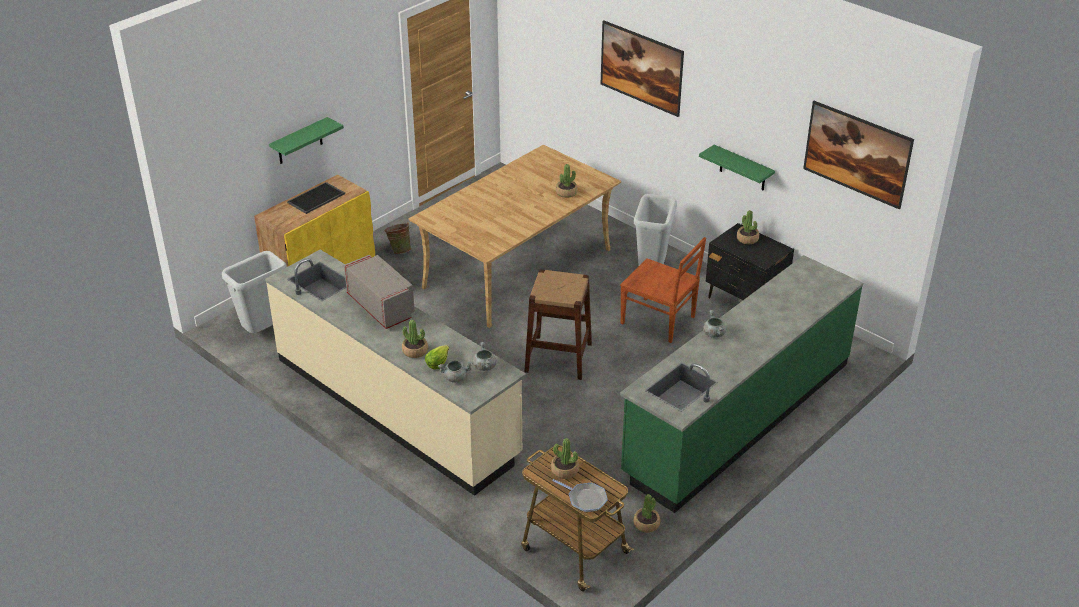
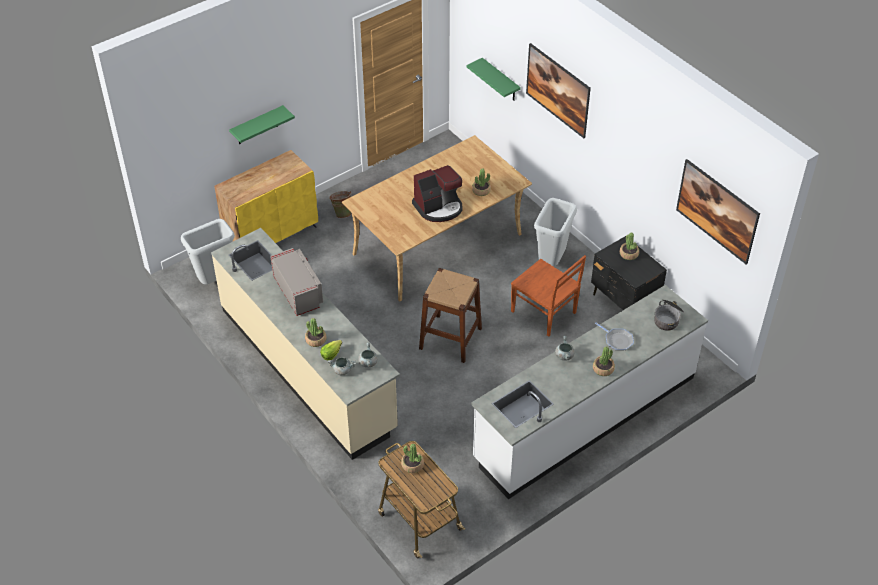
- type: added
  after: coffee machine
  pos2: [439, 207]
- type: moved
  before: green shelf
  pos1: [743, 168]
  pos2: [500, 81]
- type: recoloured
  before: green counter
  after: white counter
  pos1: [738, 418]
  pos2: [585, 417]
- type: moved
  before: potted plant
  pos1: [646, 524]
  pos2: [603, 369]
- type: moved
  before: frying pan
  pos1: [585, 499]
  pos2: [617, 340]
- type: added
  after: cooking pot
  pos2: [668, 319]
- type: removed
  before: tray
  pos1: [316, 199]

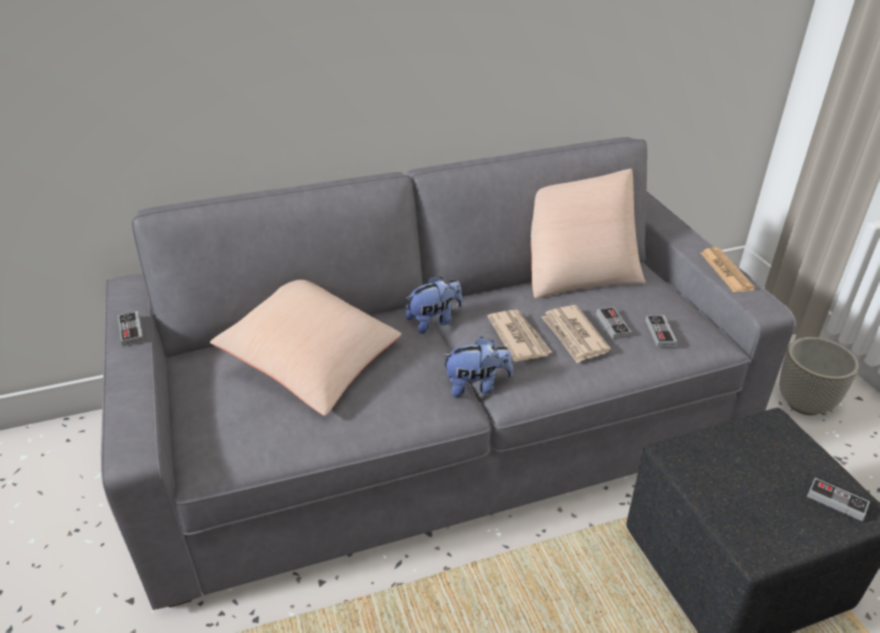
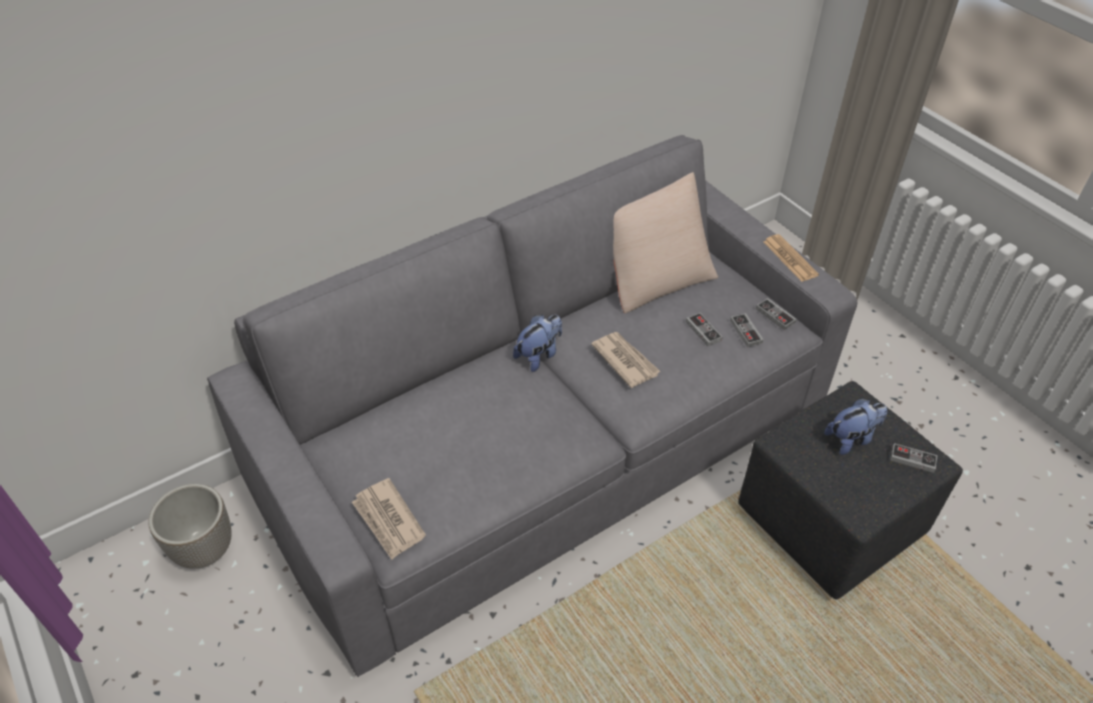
- type: moved
  before: planter
  pos1: [805, 404]
  pos2: [205, 551]
- type: moved
  before: newspaper
  pos1: [574, 336]
  pos2: [388, 521]
- type: moved
  before: game controller
  pos1: [131, 330]
  pos2: [775, 316]
- type: moved
  before: plush toy
  pos1: [476, 386]
  pos2: [851, 439]
- type: removed
  before: beige pillow
  pos1: [312, 360]

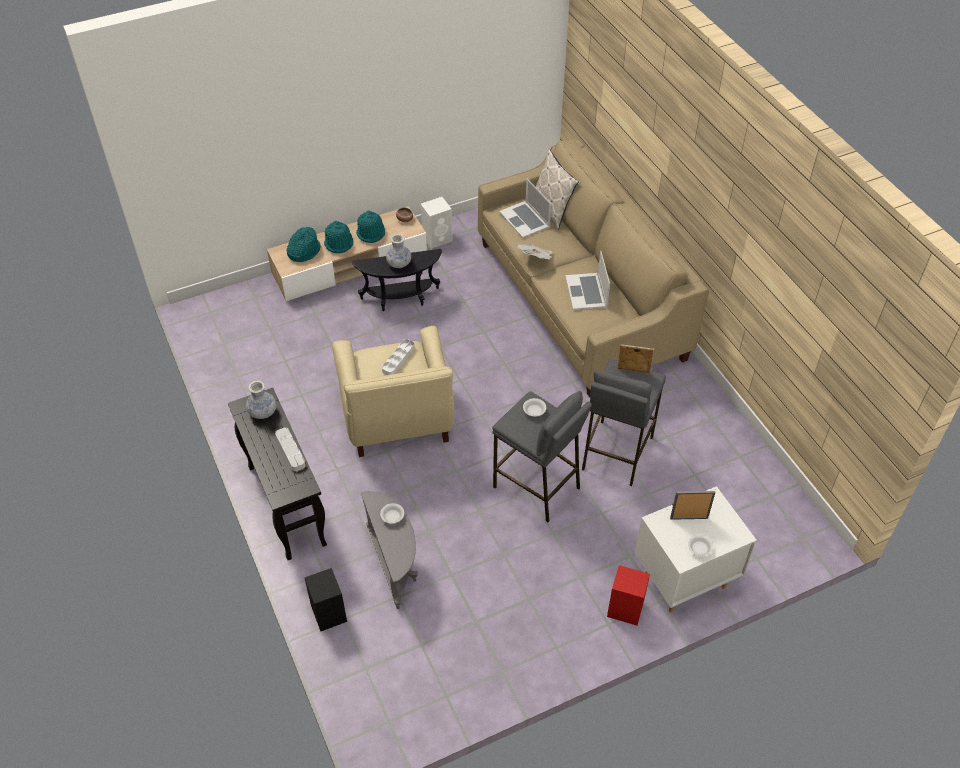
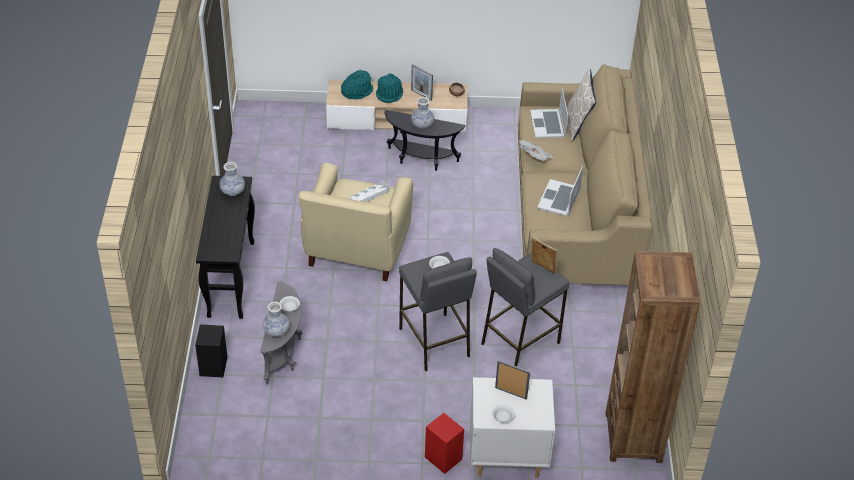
- type: added
  after: vase
  pos2: [276, 331]
- type: replaced
  before: turquoise hat
  after: picture frame
  pos1: [371, 232]
  pos2: [421, 95]
- type: added
  after: brown bookcase
  pos2: [633, 437]
- type: removed
  before: grey tray
  pos1: [290, 451]
- type: removed
  before: white speaker
  pos1: [438, 238]

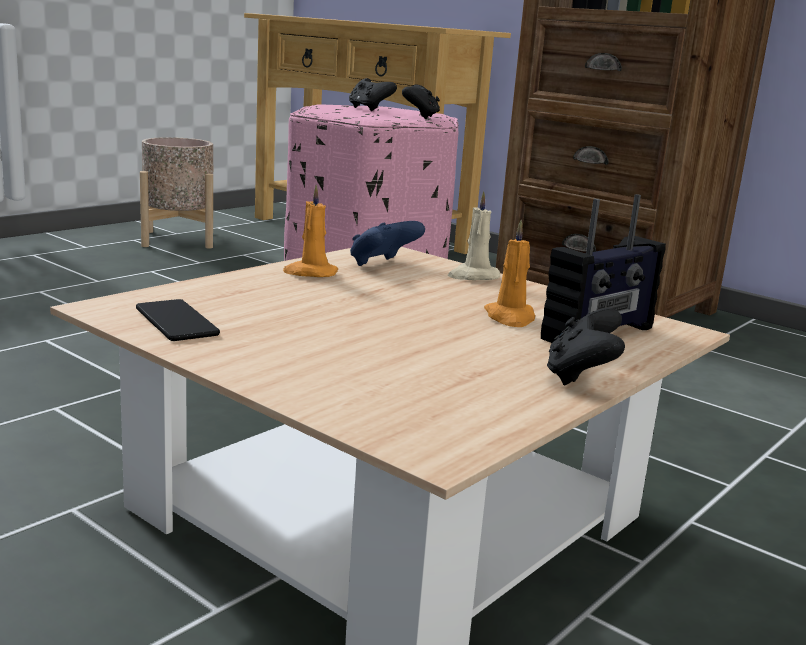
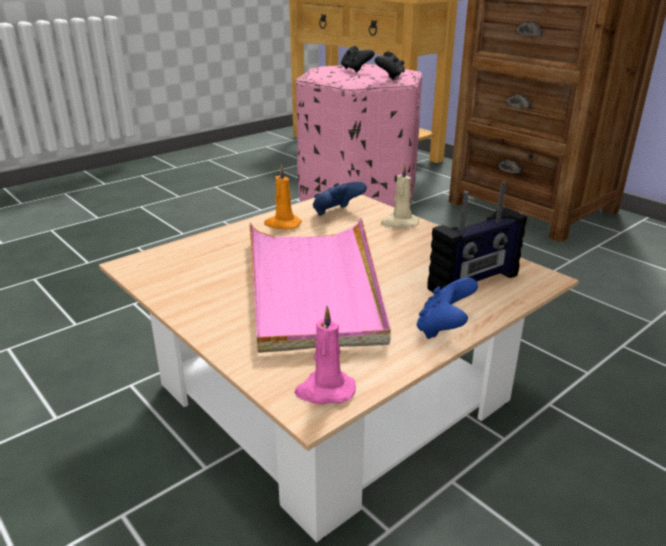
- type: added
  after: pink tray
  pos2: [314, 286]
- type: added
  after: pink candle
  pos2: [324, 390]
- type: recoloured
  before: black game controller
  after: blue game controller
  pos1: [580, 376]
  pos2: [444, 329]
- type: removed
  before: phone
  pos1: [176, 322]
- type: removed
  before: beige planter
  pos1: [178, 239]
- type: removed
  before: orange candle
  pos1: [510, 318]

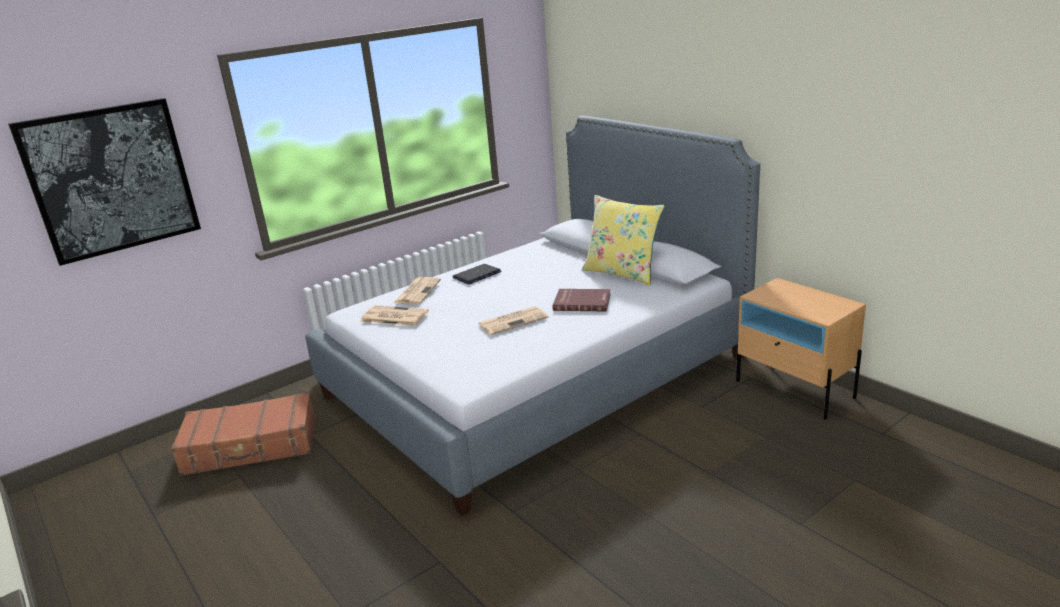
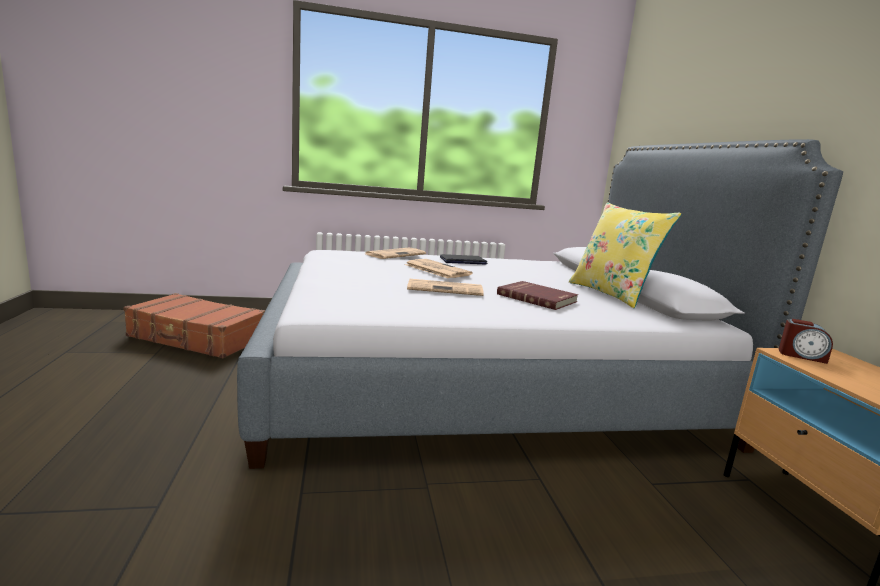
- type: moved
  before: newspaper
  pos1: [393, 316]
  pos2: [436, 269]
- type: added
  after: alarm clock
  pos2: [801, 356]
- type: removed
  before: picture
  pos1: [111, 180]

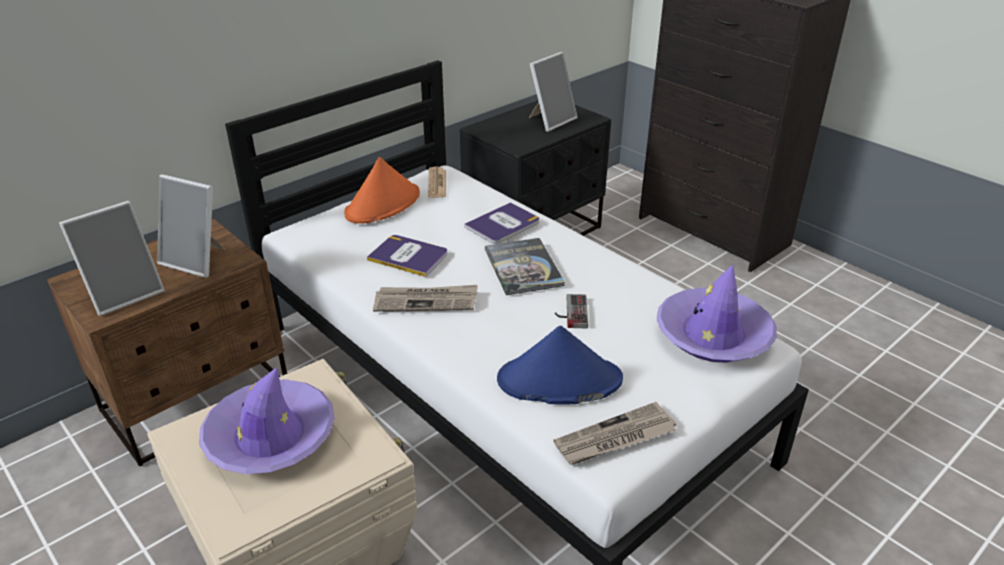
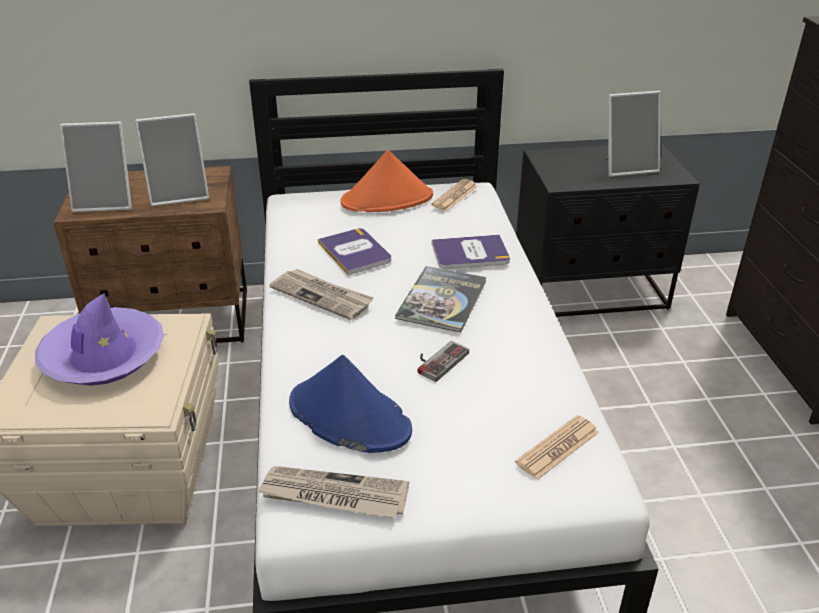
- type: turned
  before: picture frame
  pos1: [197, 260]
  pos2: [180, 194]
  turn: -75
- type: replaced
  before: purple hat
  after: newspaper
  pos1: [713, 335]
  pos2: [558, 448]

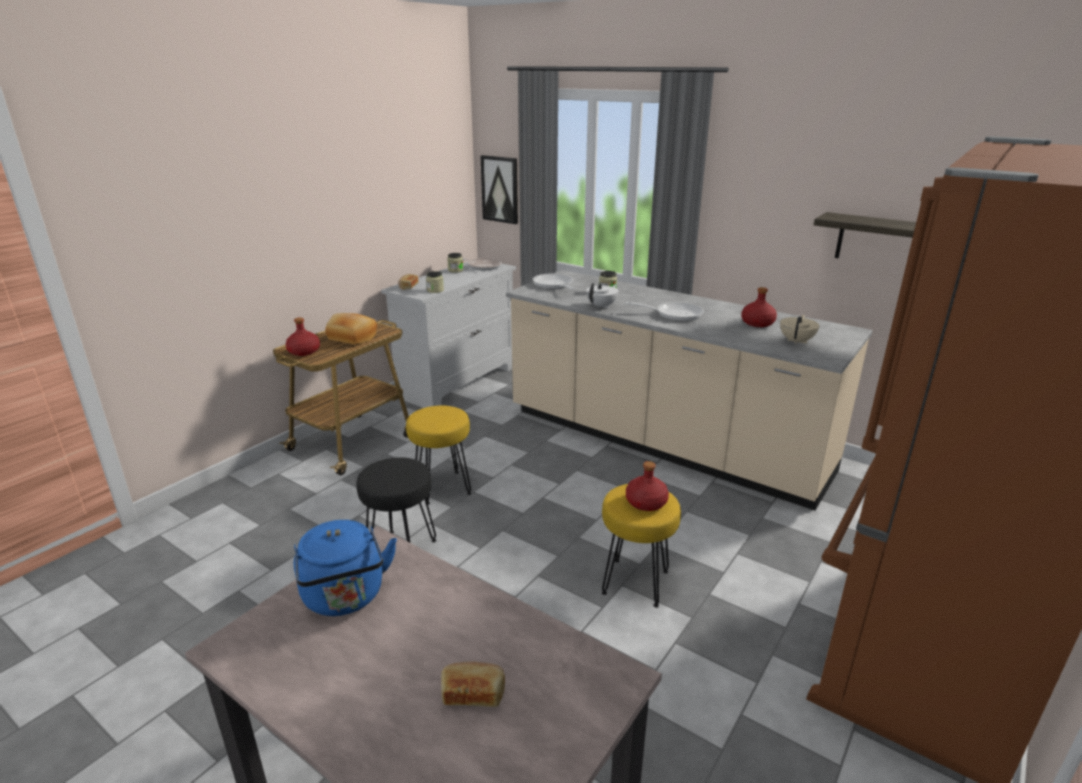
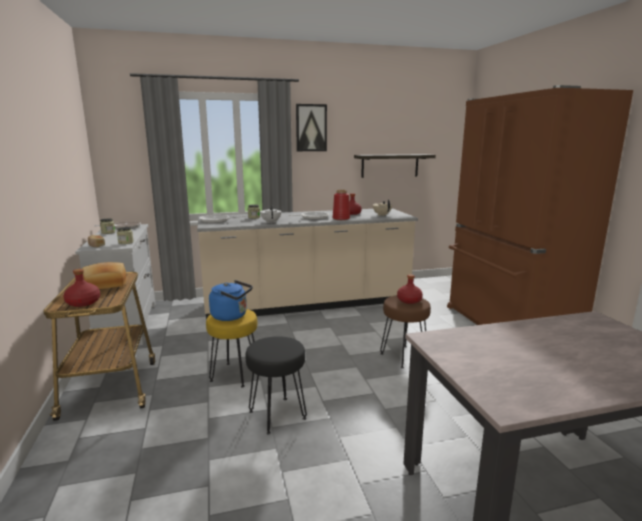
- type: moved
  before: blue kettle
  pos1: [345, 598]
  pos2: [231, 316]
- type: moved
  before: picture
  pos1: [500, 189]
  pos2: [311, 128]
- type: added
  after: red vase
  pos2: [341, 219]
- type: recoloured
  before: yellow stool
  after: brown stool
  pos1: [635, 581]
  pos2: [403, 356]
- type: removed
  before: bread
  pos1: [473, 693]

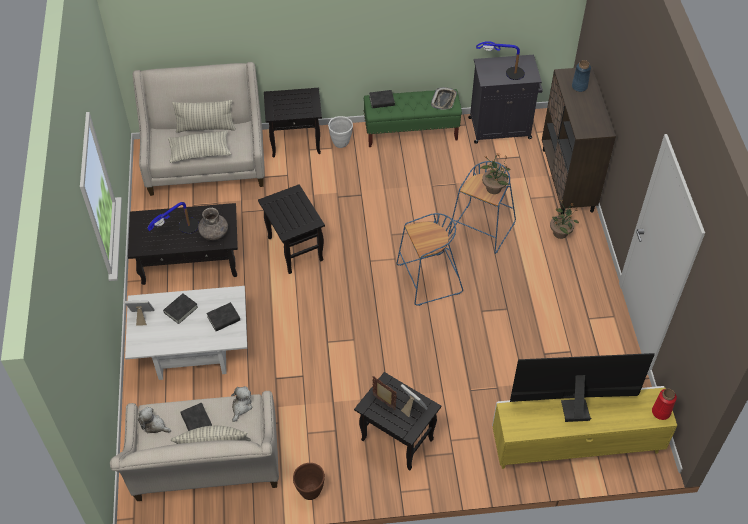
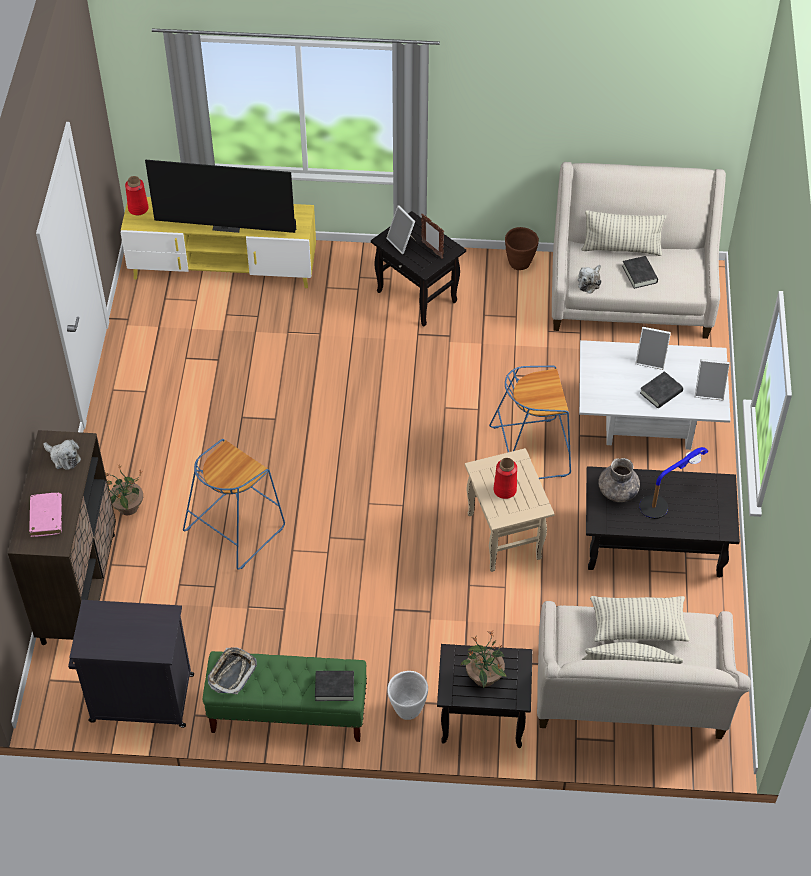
- type: replaced
  before: blue vase
  after: pink book
  pos1: [579, 87]
  pos2: [46, 518]
- type: moved
  before: plush toy
  pos1: [154, 425]
  pos2: [64, 458]
- type: moved
  before: potted plant
  pos1: [493, 188]
  pos2: [484, 677]
- type: recoloured
  before: black side table
  after: beige side table
  pos1: [294, 249]
  pos2: [505, 537]
- type: moved
  before: blue stool
  pos1: [428, 280]
  pos2: [531, 450]
- type: added
  after: red vase
  pos2: [505, 490]
- type: added
  after: picture frame
  pos2: [651, 359]
- type: removed
  before: black book
  pos1: [223, 319]
- type: removed
  before: table lamp
  pos1: [504, 72]

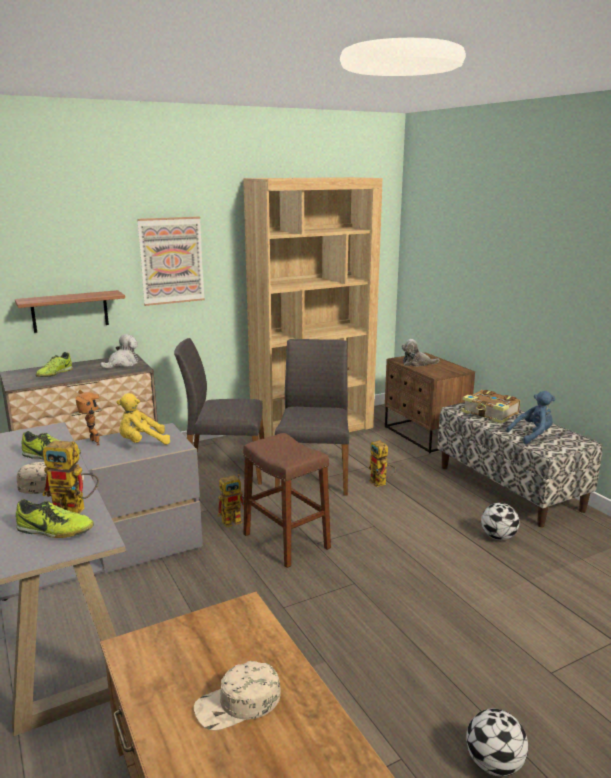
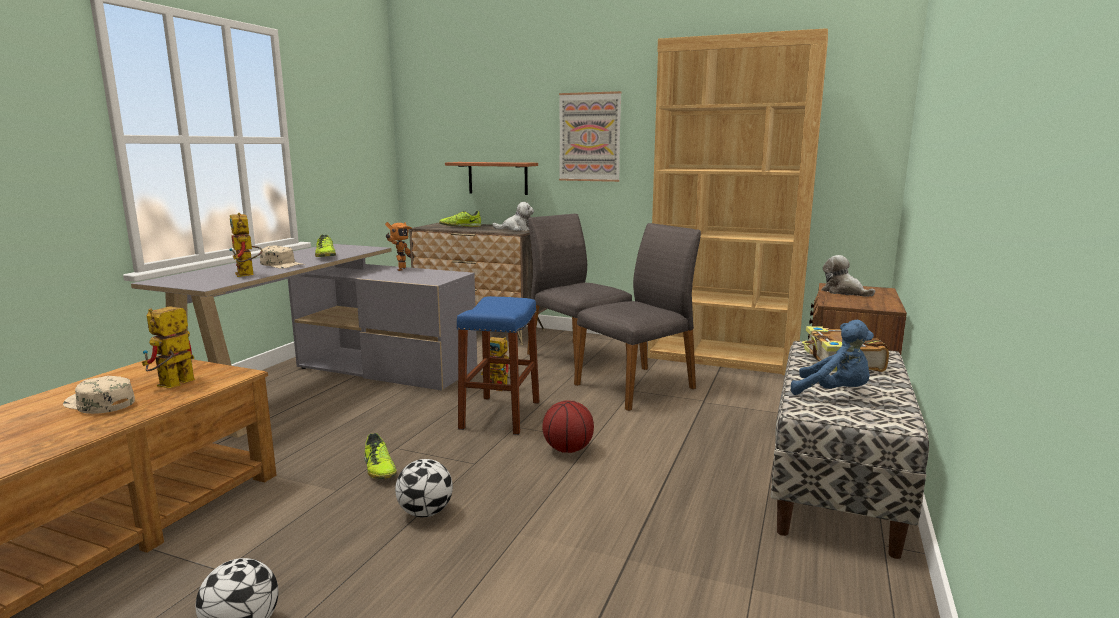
- type: moved
  before: toy robot
  pos1: [381, 484]
  pos2: [172, 385]
- type: moved
  before: shoe
  pos1: [55, 531]
  pos2: [379, 469]
- type: moved
  before: football
  pos1: [498, 537]
  pos2: [425, 513]
- type: recoloured
  before: brown stool
  after: blue stool
  pos1: [286, 541]
  pos2: [500, 415]
- type: added
  after: basketball
  pos2: [568, 449]
- type: removed
  before: yellow plush toy
  pos1: [142, 443]

